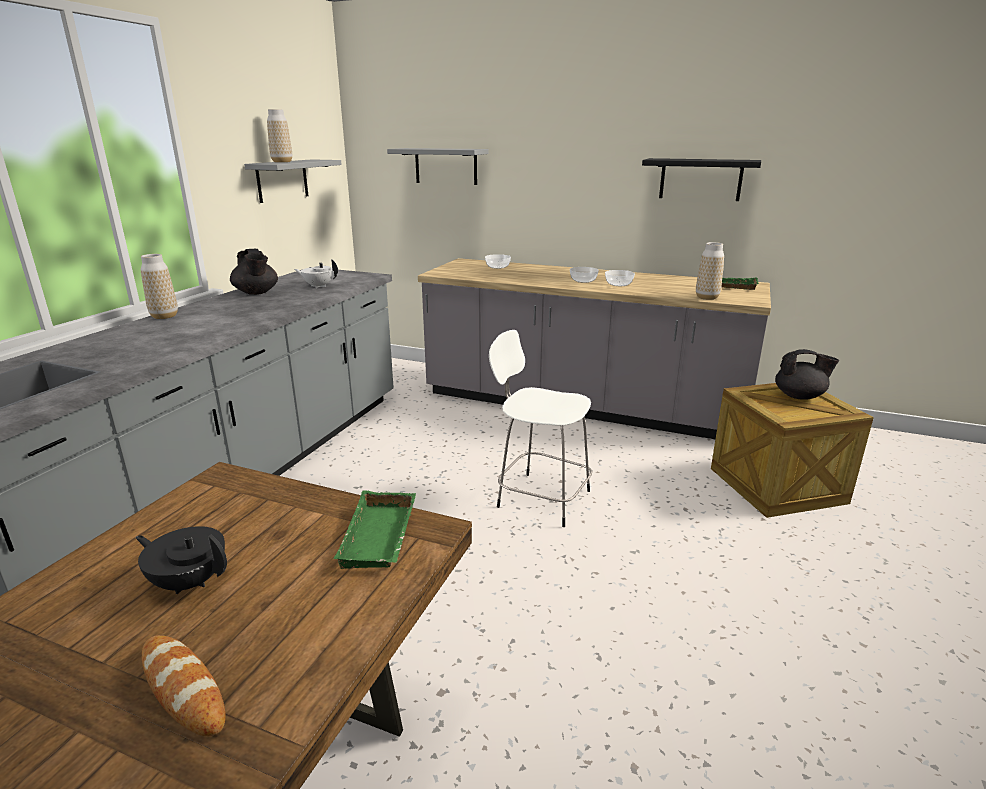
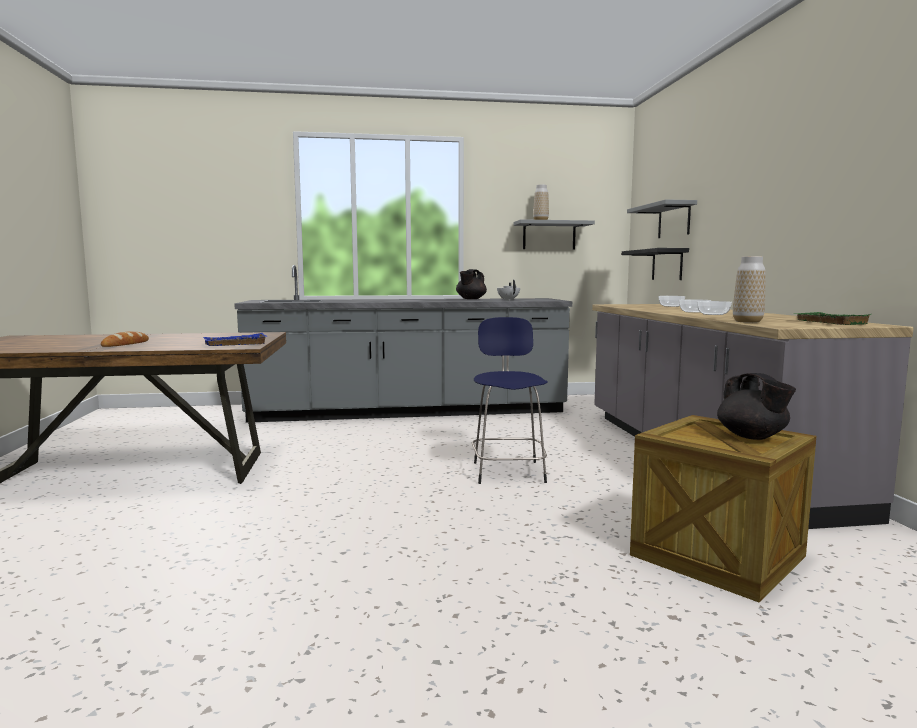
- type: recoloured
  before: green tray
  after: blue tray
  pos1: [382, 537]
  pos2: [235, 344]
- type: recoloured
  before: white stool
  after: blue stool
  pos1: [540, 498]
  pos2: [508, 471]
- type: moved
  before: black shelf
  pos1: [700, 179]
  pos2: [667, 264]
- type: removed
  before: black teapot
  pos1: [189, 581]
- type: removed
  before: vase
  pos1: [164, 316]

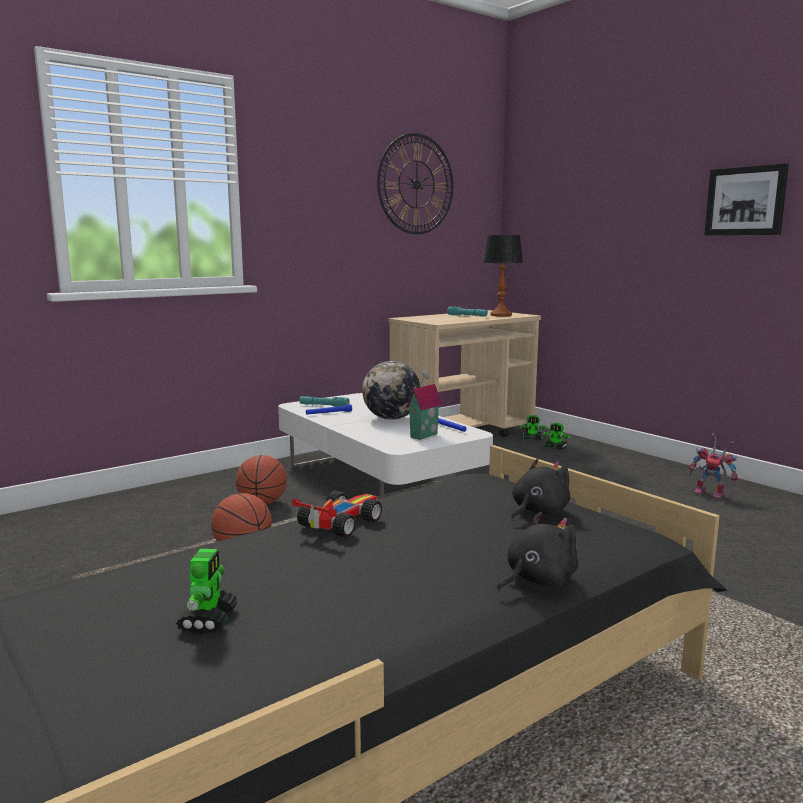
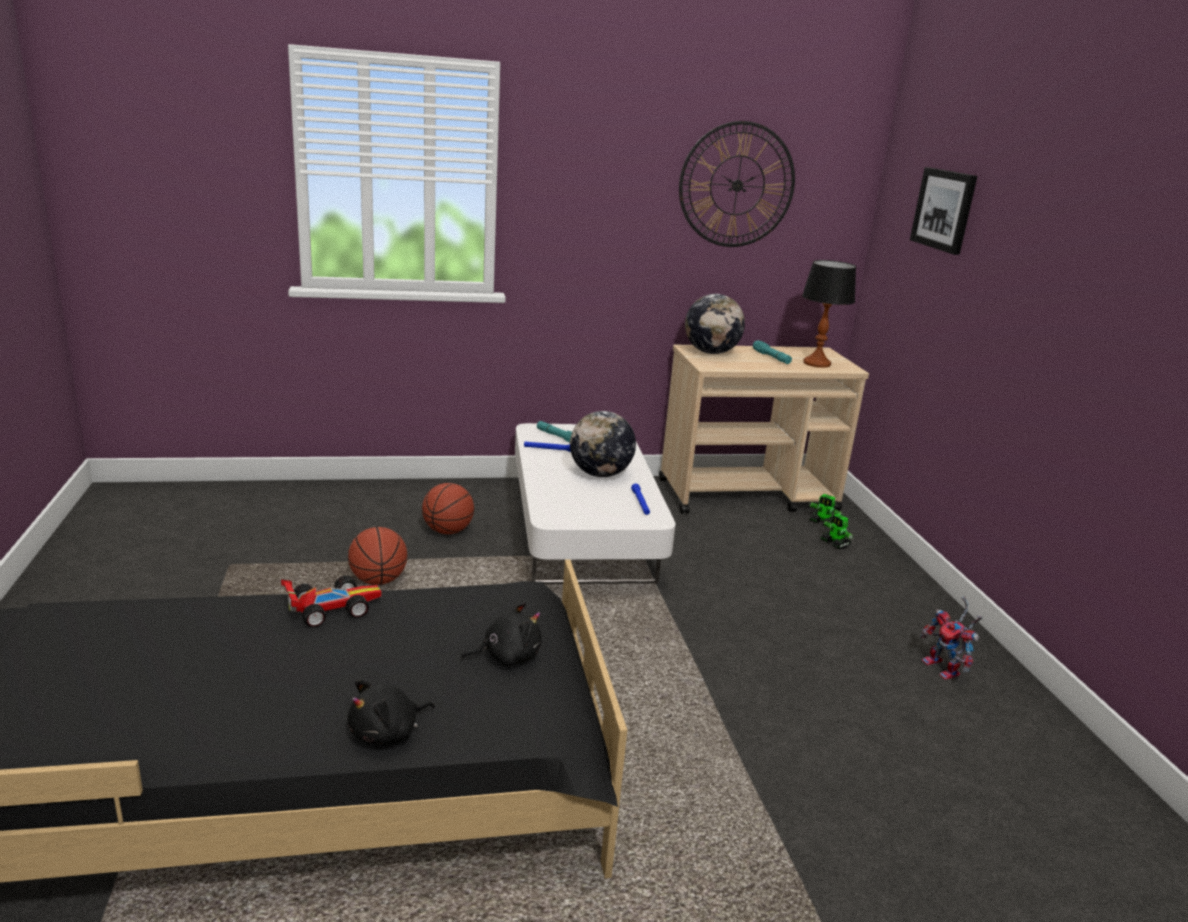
- type: turned
  before: black plush toy
  pos1: [537, 581]
  pos2: [387, 732]
  turn: 150
- type: added
  after: globe
  pos2: [711, 352]
- type: moved
  before: picture
  pos1: [745, 201]
  pos2: [944, 210]
- type: removed
  before: toy robot
  pos1: [208, 619]
- type: removed
  before: toy house
  pos1: [422, 435]

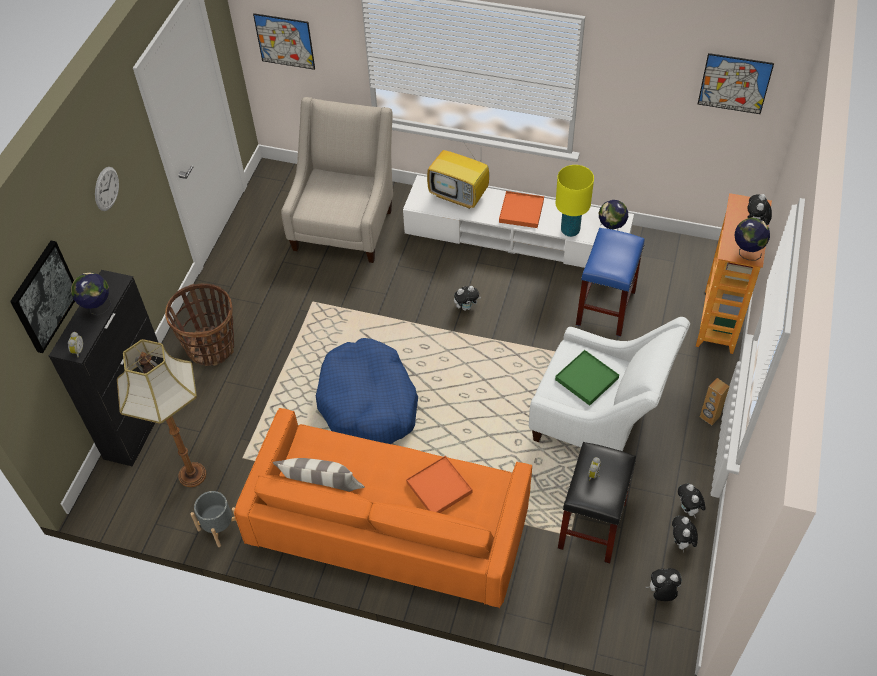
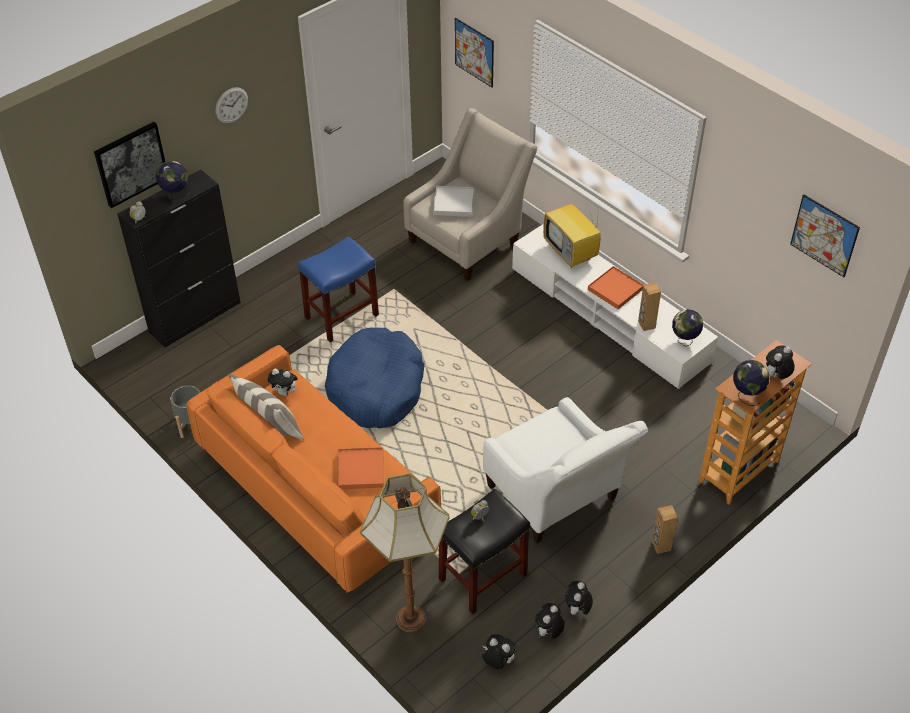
- type: moved
  before: plush toy
  pos1: [466, 307]
  pos2: [285, 392]
- type: moved
  before: blue stool
  pos1: [606, 308]
  pos2: [341, 317]
- type: moved
  before: floor lamp
  pos1: [192, 476]
  pos2: [410, 620]
- type: added
  after: white tray
  pos2: [453, 203]
- type: replaced
  before: yellow table lamp
  after: brown speaker
  pos1: [570, 230]
  pos2: [646, 324]
- type: removed
  before: basket
  pos1: [211, 347]
- type: removed
  before: green tray
  pos1: [586, 379]

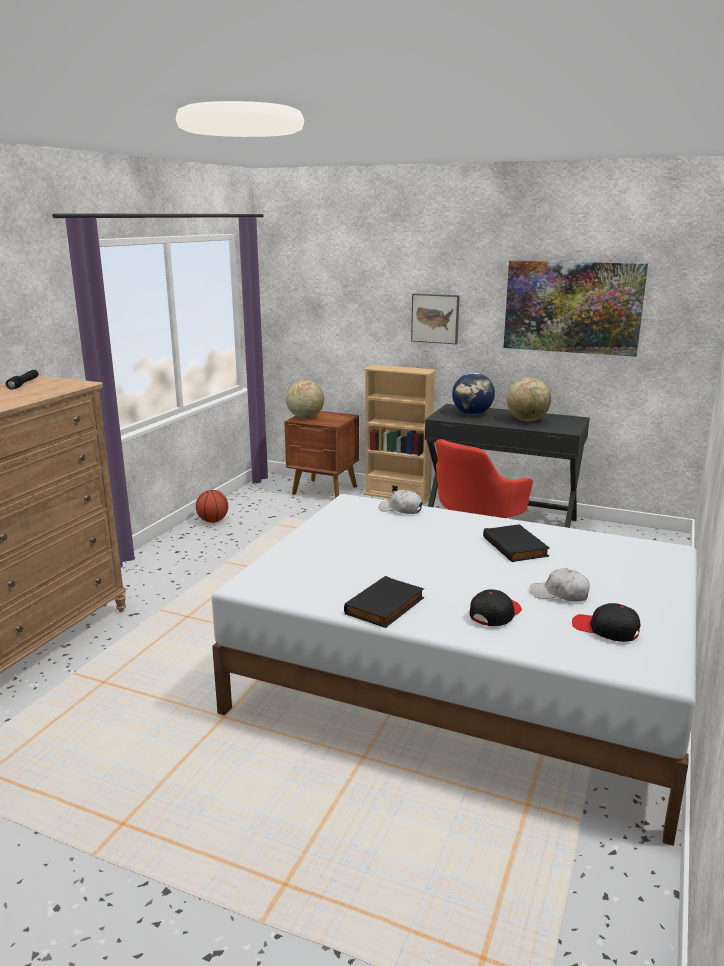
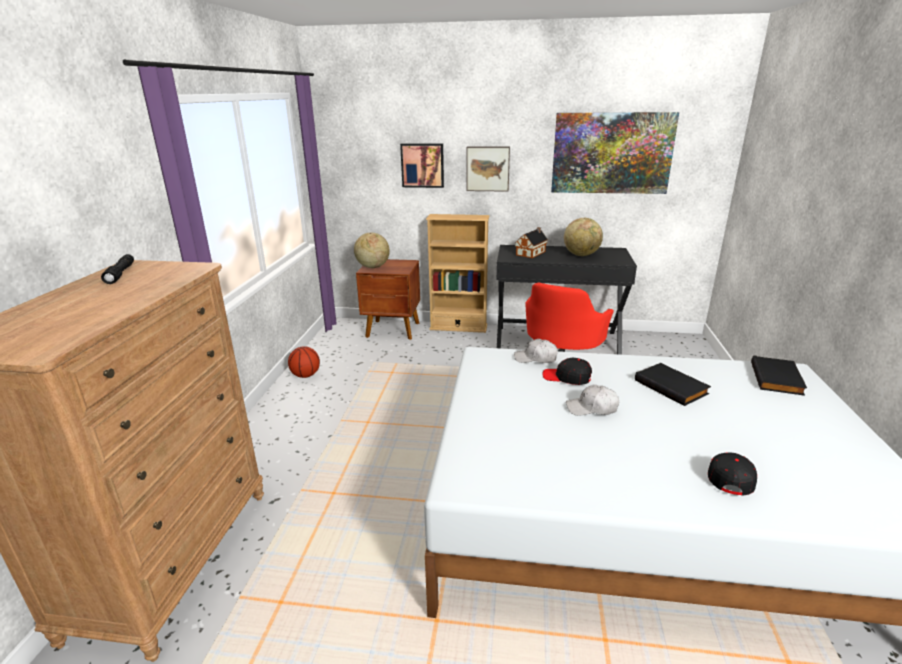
- type: added
  after: picture
  pos2: [422, 165]
- type: replaced
  before: globe
  after: toy house
  pos1: [472, 414]
  pos2: [531, 253]
- type: moved
  before: black cap
  pos1: [605, 630]
  pos2: [567, 377]
- type: moved
  before: white cap
  pos1: [560, 594]
  pos2: [592, 408]
- type: moved
  before: black book
  pos1: [386, 606]
  pos2: [778, 379]

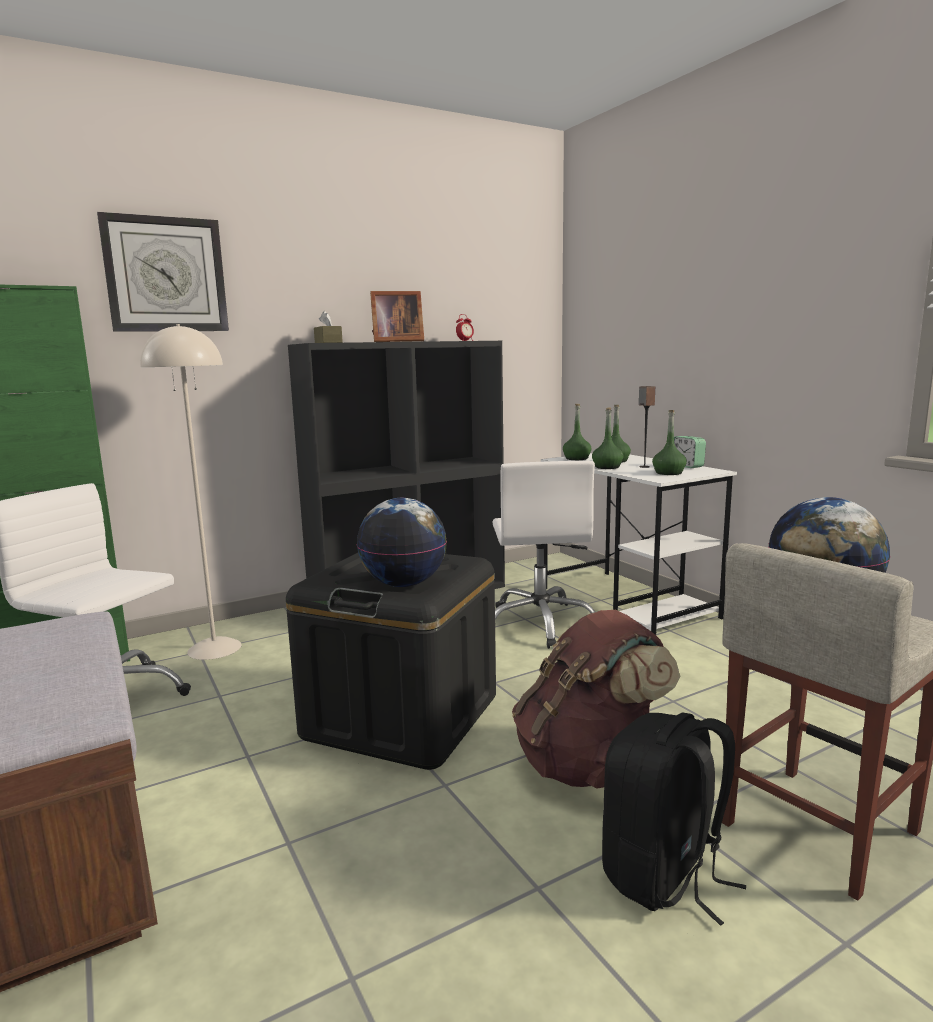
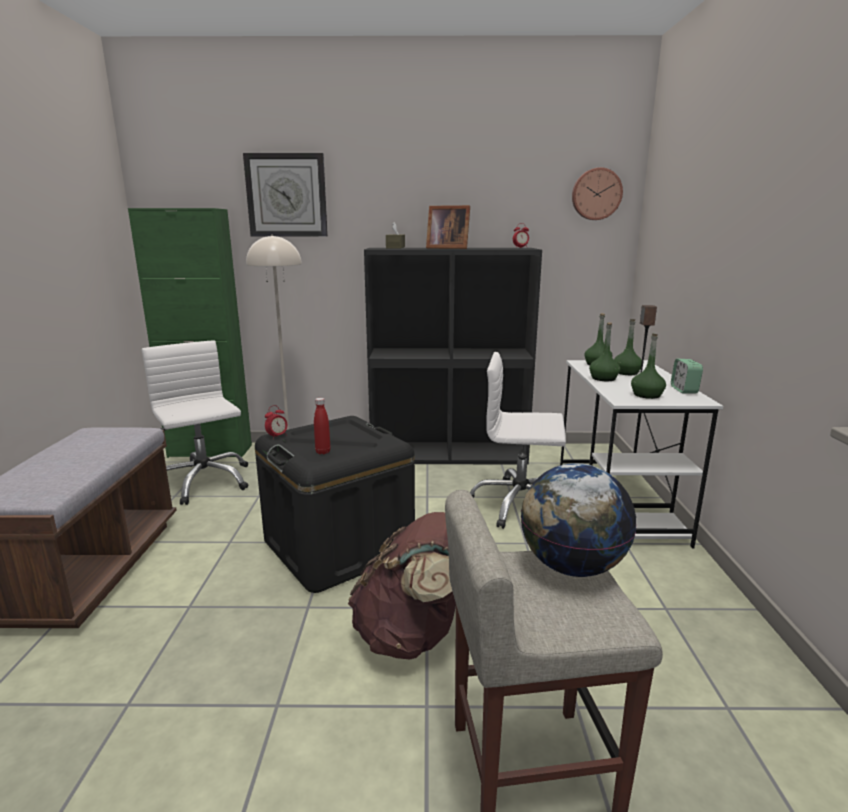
- type: added
  after: alarm clock
  pos2: [277, 436]
- type: replaced
  before: globe
  after: red bottle
  pos1: [404, 584]
  pos2: [323, 452]
- type: turned
  before: white office chair
  pos1: [541, 623]
  pos2: [519, 504]
  turn: 75
- type: added
  after: wall clock
  pos2: [596, 194]
- type: removed
  before: black backpack
  pos1: [664, 876]

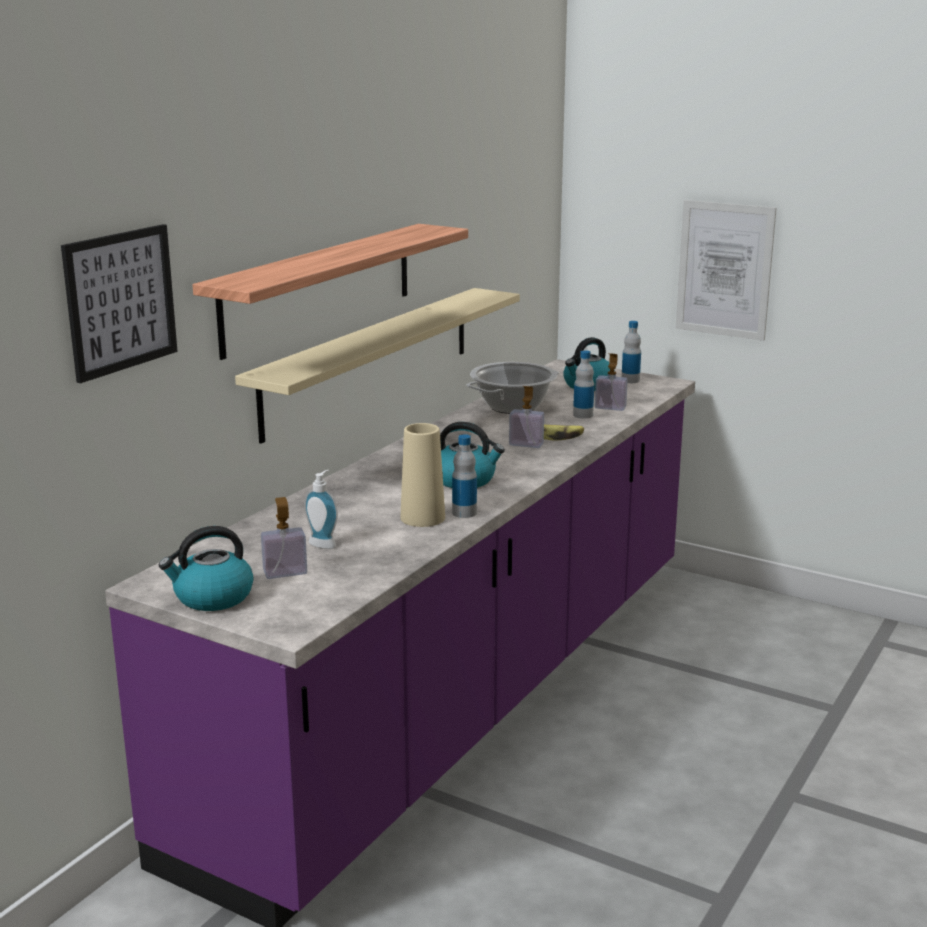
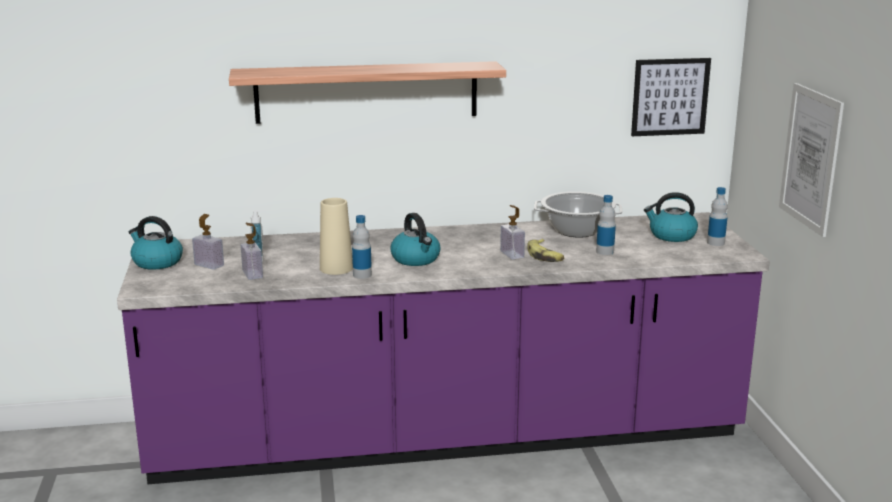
- type: moved
  before: soap dispenser
  pos1: [610, 407]
  pos2: [252, 274]
- type: moved
  before: picture
  pos1: [120, 301]
  pos2: [670, 97]
- type: removed
  before: beige shelf
  pos1: [371, 359]

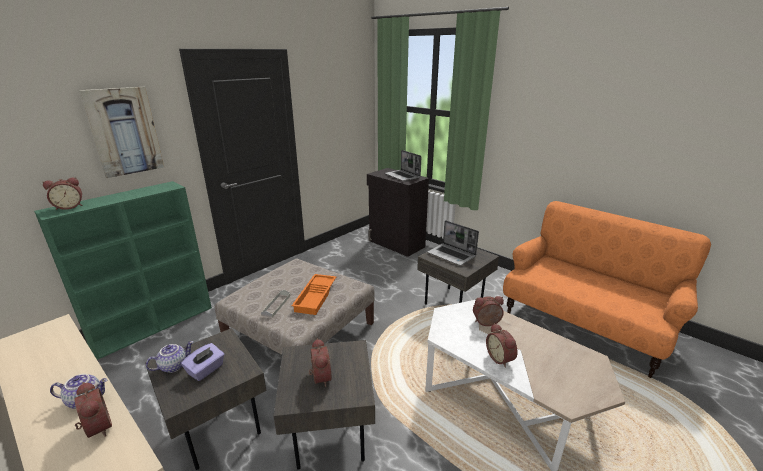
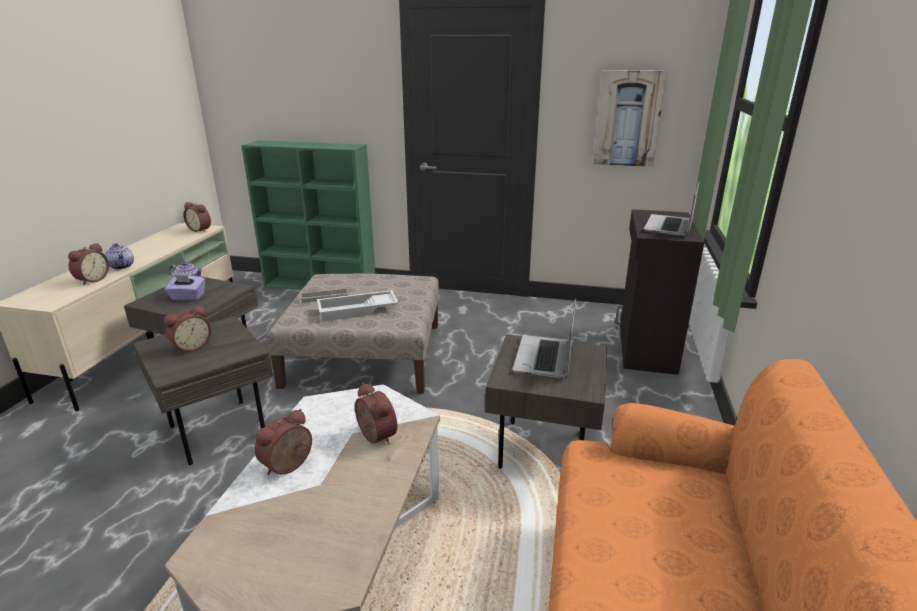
- type: moved
  before: alarm clock
  pos1: [69, 207]
  pos2: [201, 229]
- type: recoloured
  before: orange tray
  after: white tray
  pos1: [316, 297]
  pos2: [357, 310]
- type: moved
  before: picture
  pos1: [124, 131]
  pos2: [628, 119]

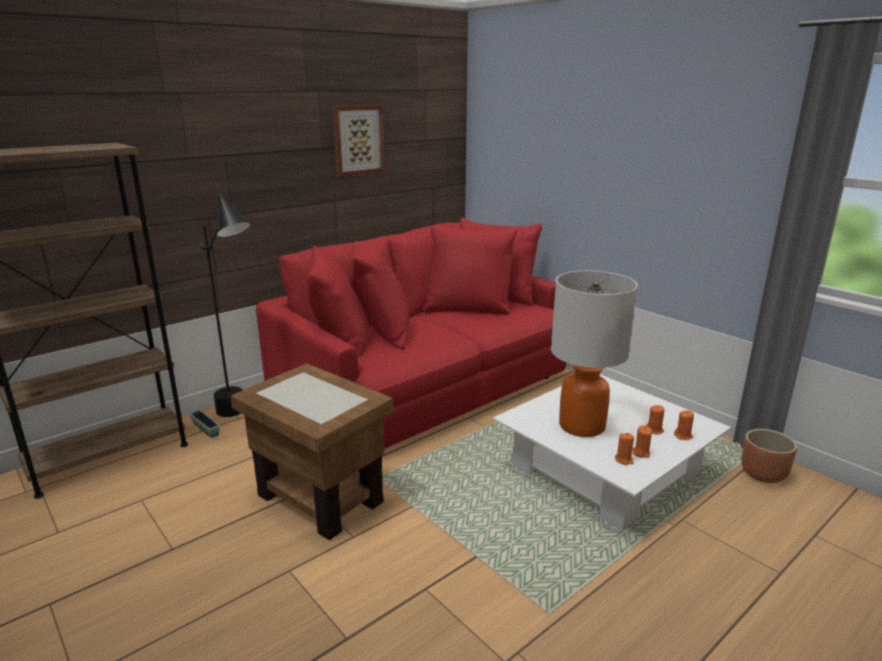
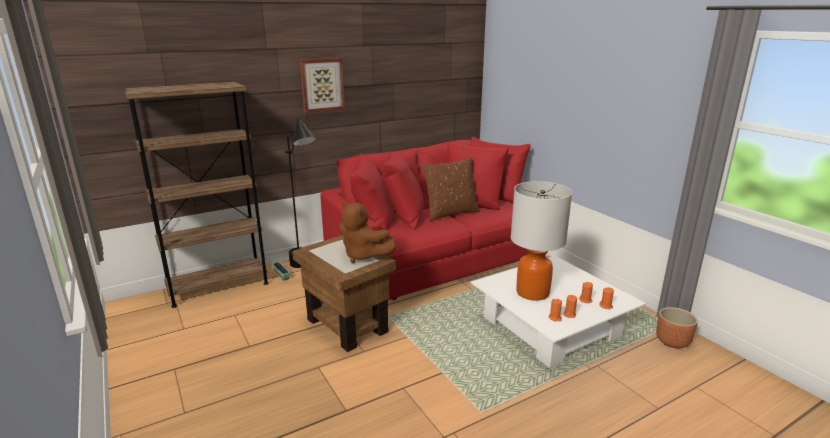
- type: moved
  before: picture
  pos1: [358, 140]
  pos2: [322, 85]
- type: added
  after: brown plush toy
  pos2: [363, 256]
- type: added
  after: brown pillow
  pos2: [450, 213]

